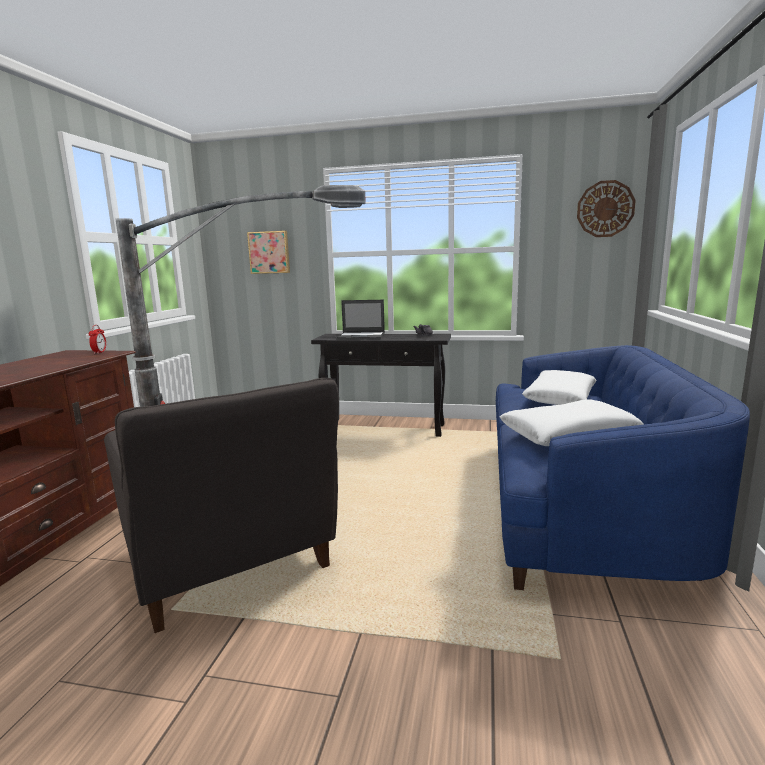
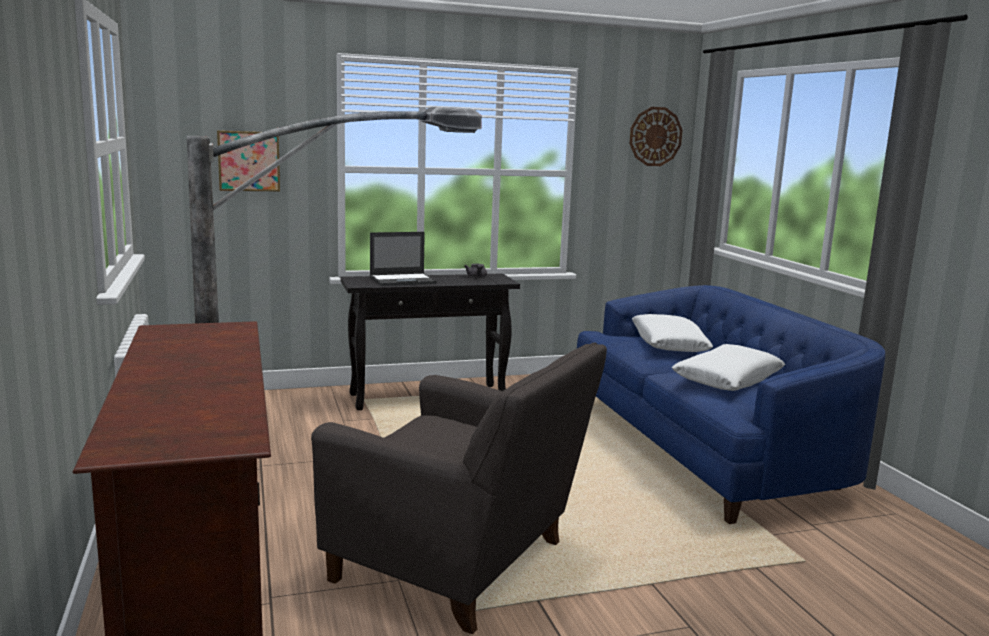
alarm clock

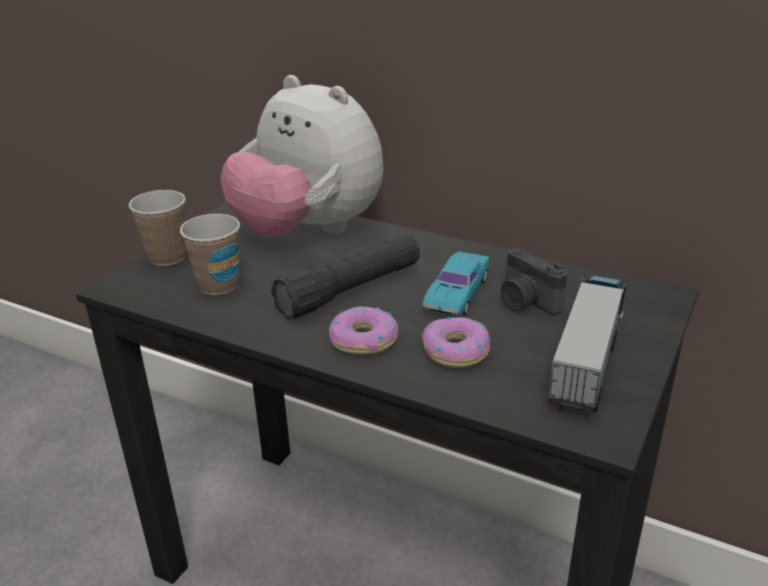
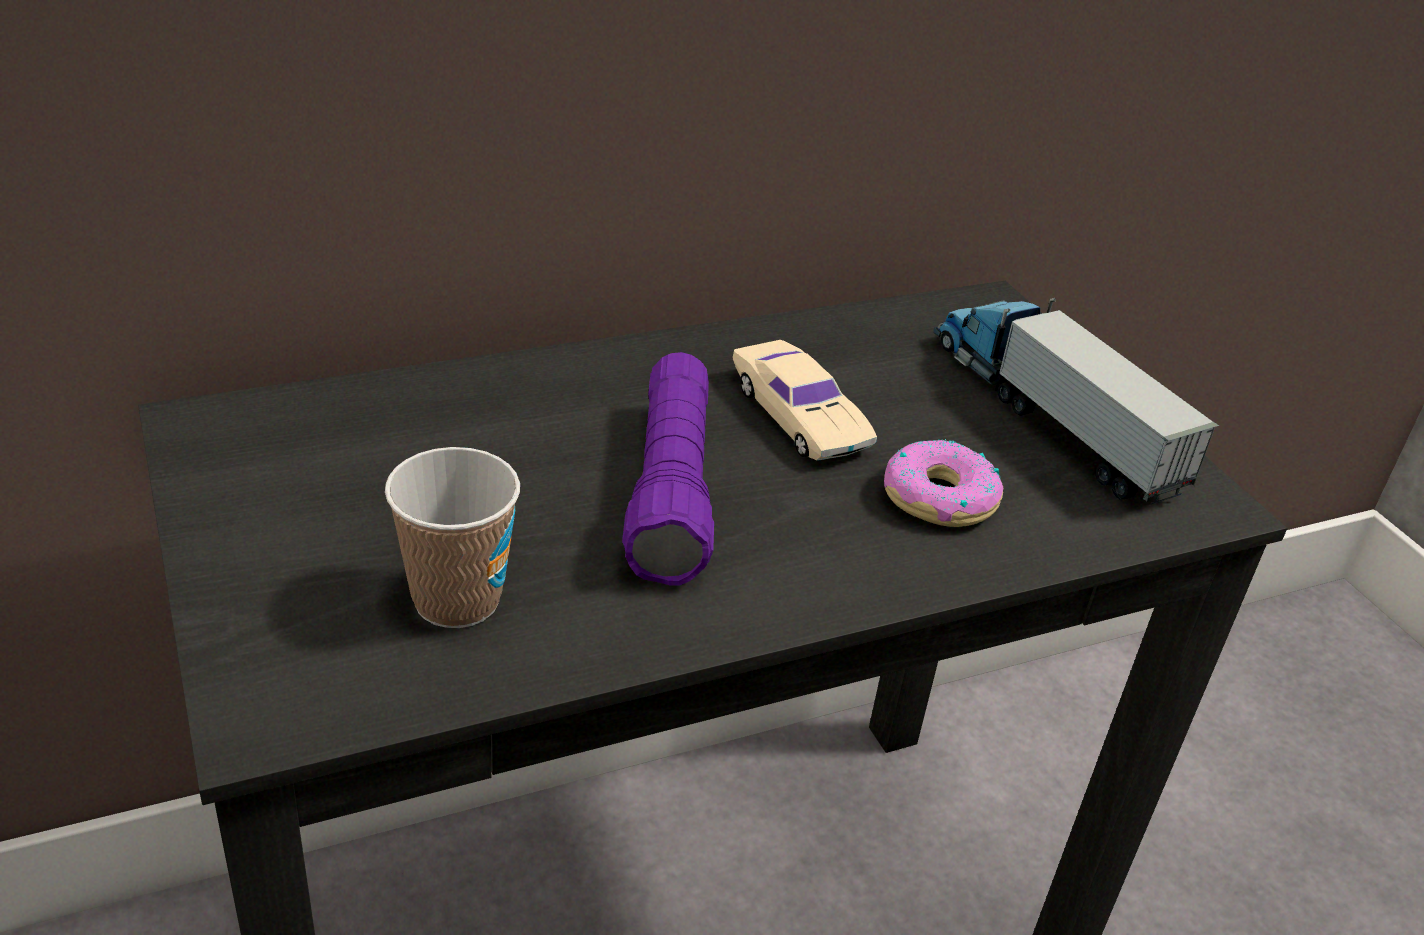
torch/purplish
toy car/beige-coloured
cup (no. 1 from left in the first image)
cuddly toy
donut (no. 1 from left in the first image)
still camera

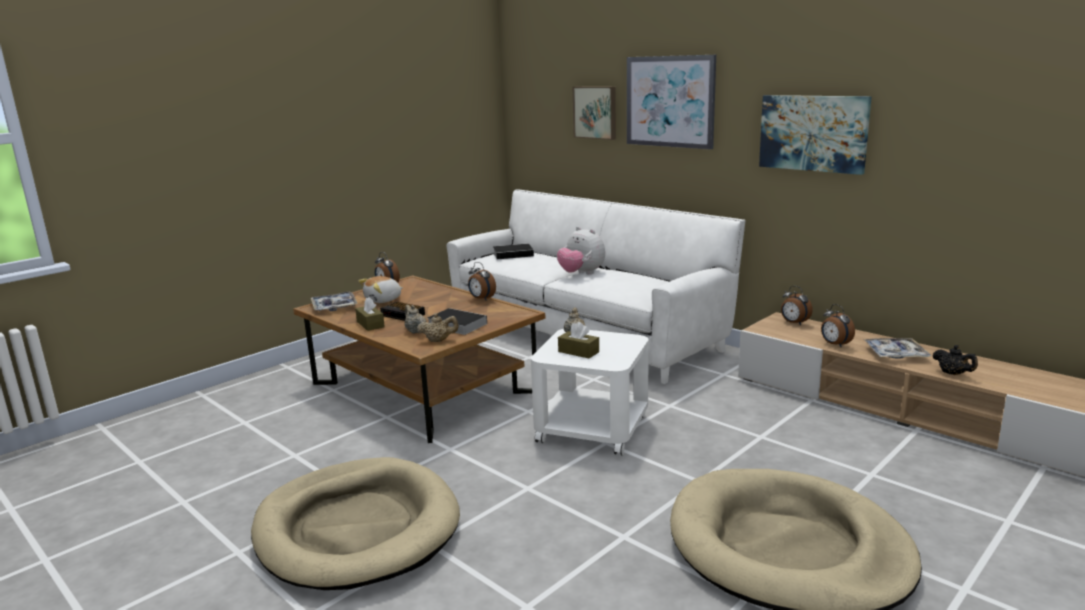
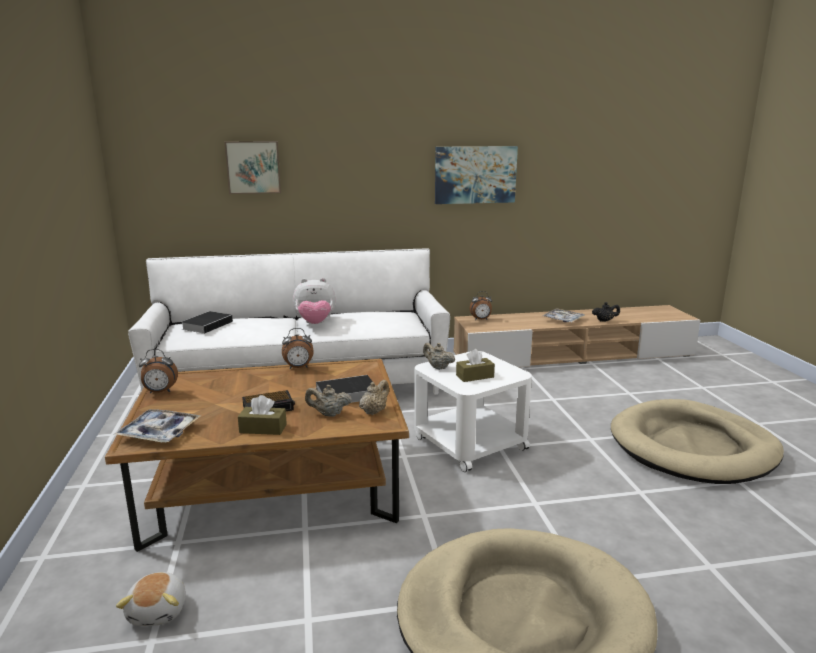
cuddly toy (no. 1 from left)
wall picture (no. 2 from left in the first image)
alarm clock (no. 5 from left in the first image)

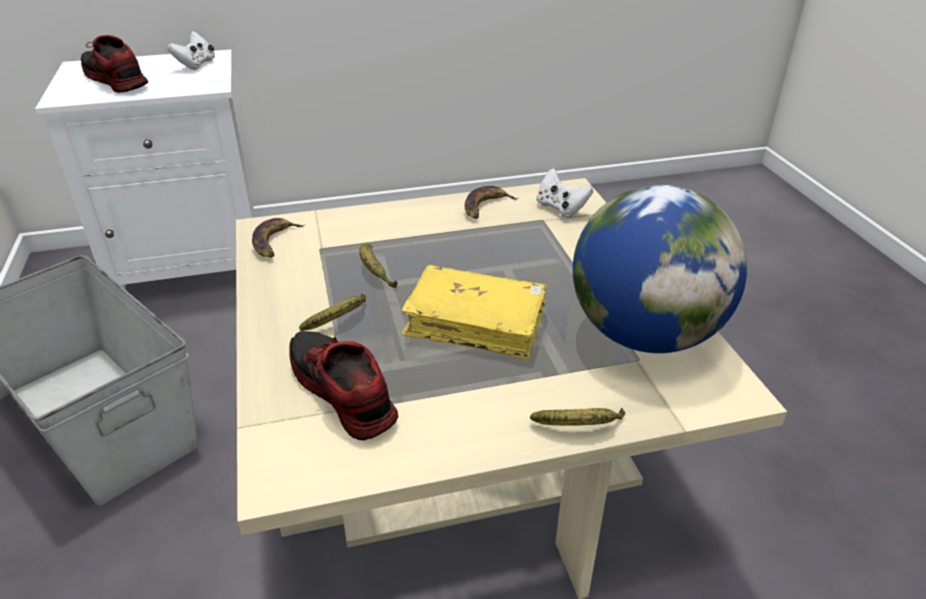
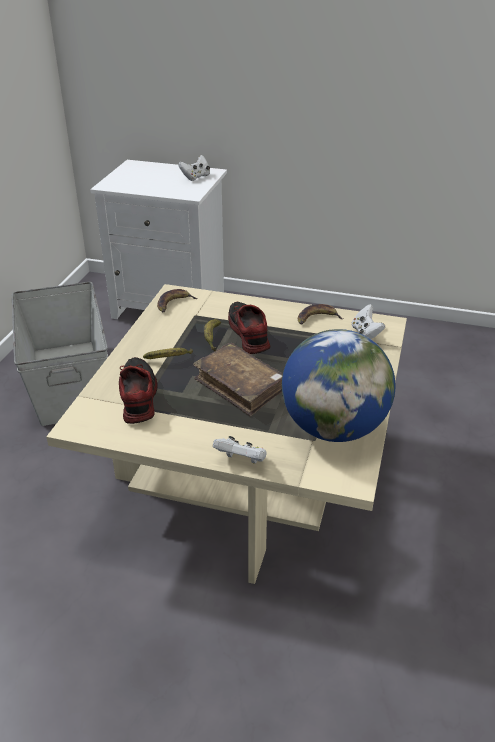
volume/brown-coloured
joypad/white (no. 2 from left)
low shoe (no. 2 from left)

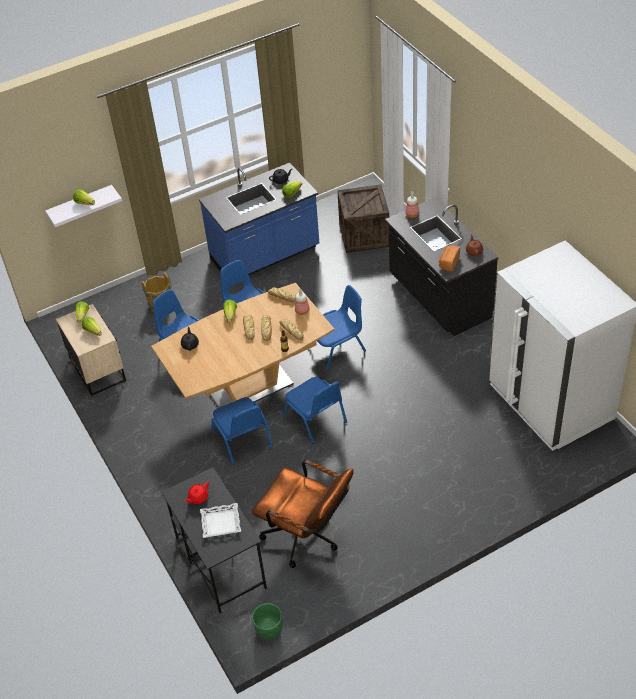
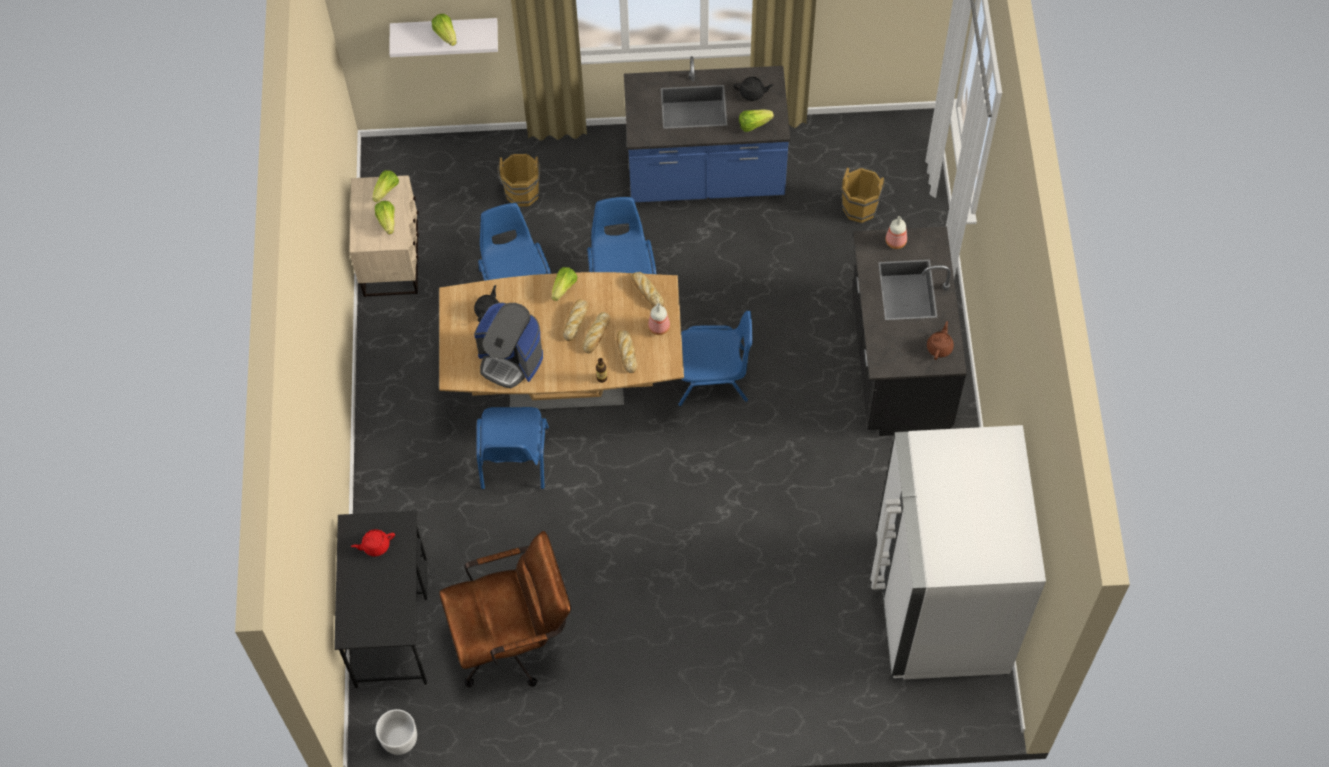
plant pot/white
office chair/brown-coloured
coffee maker
bucket/brown-coloured (no. 2 from left)
serving tray/white
plain chair/blue (no. 4 from left in the first image)
baked bread (no. 5 from left in the first image)

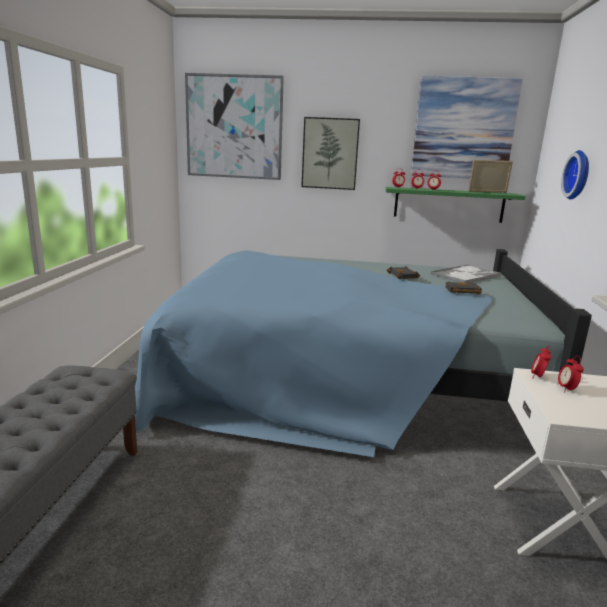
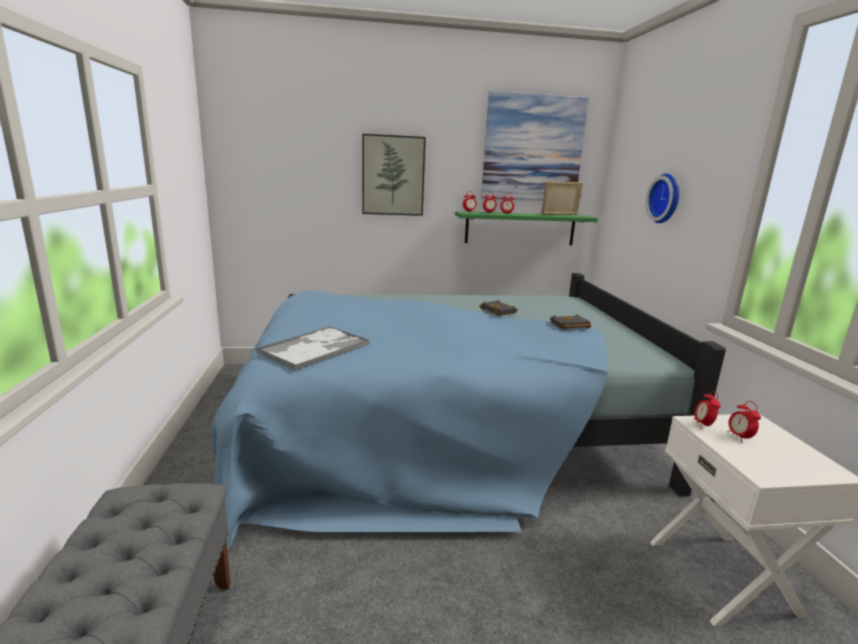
serving tray
wall picture (no. 1 from left in the first image)

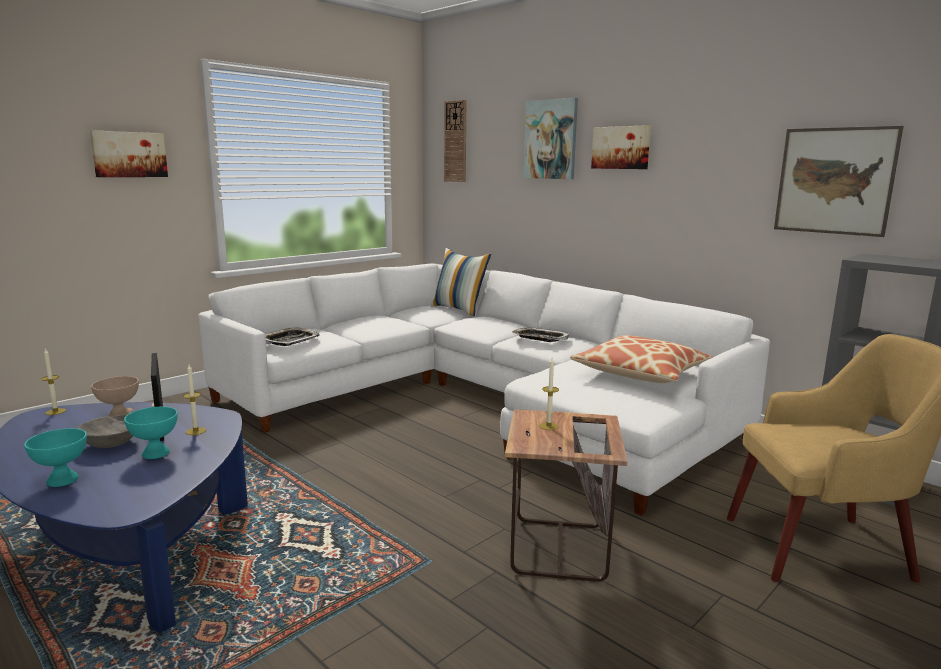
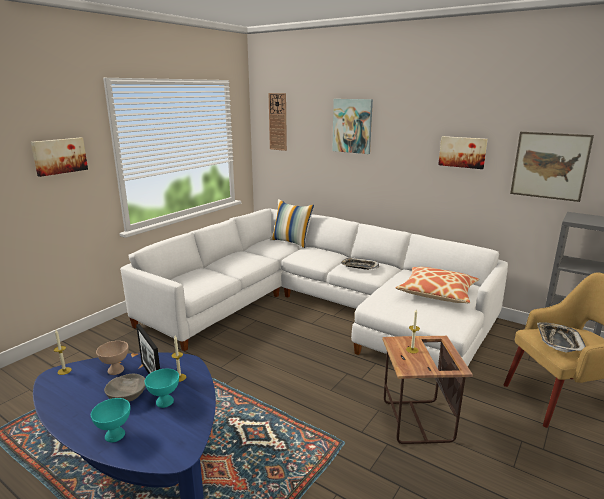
wall picture (no. 3 from left)
serving tray (no. 2 from left)

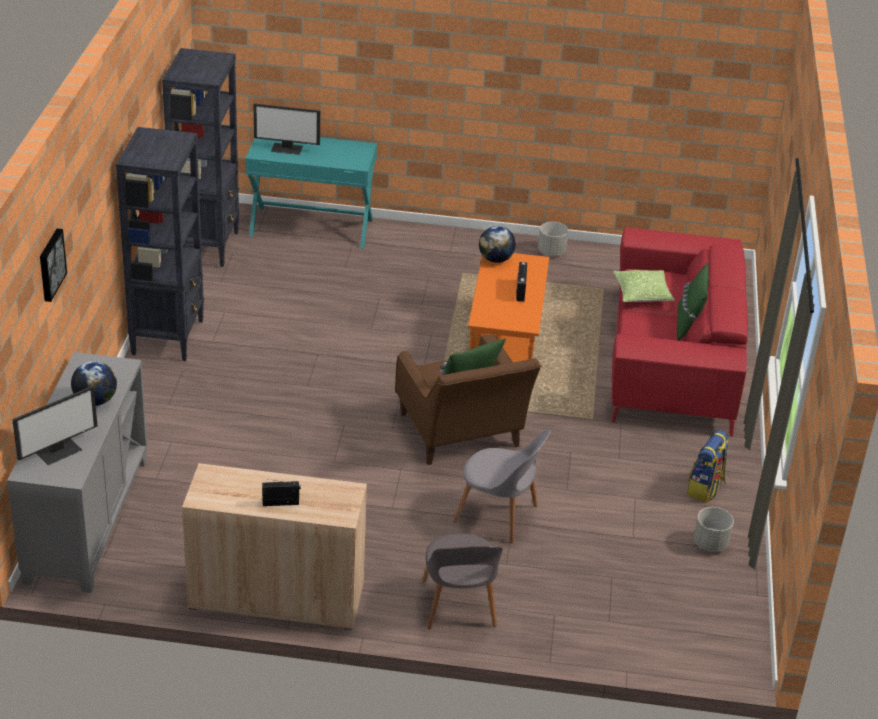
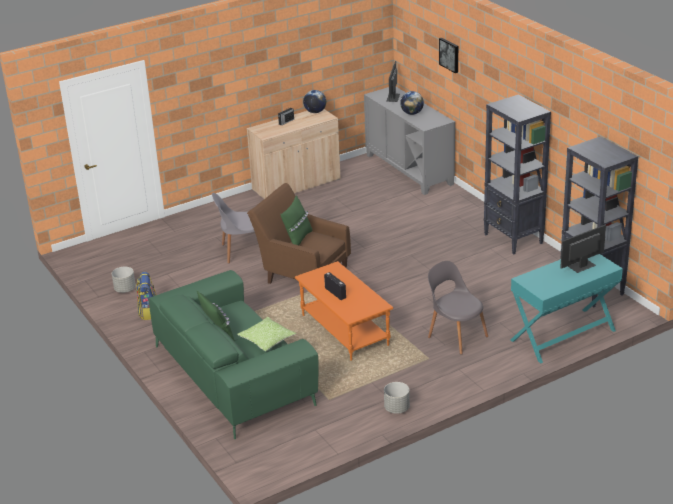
sofa/green-coloured
desk globe (no. 1 from left)
plain chair/grey (no. 2 from left)

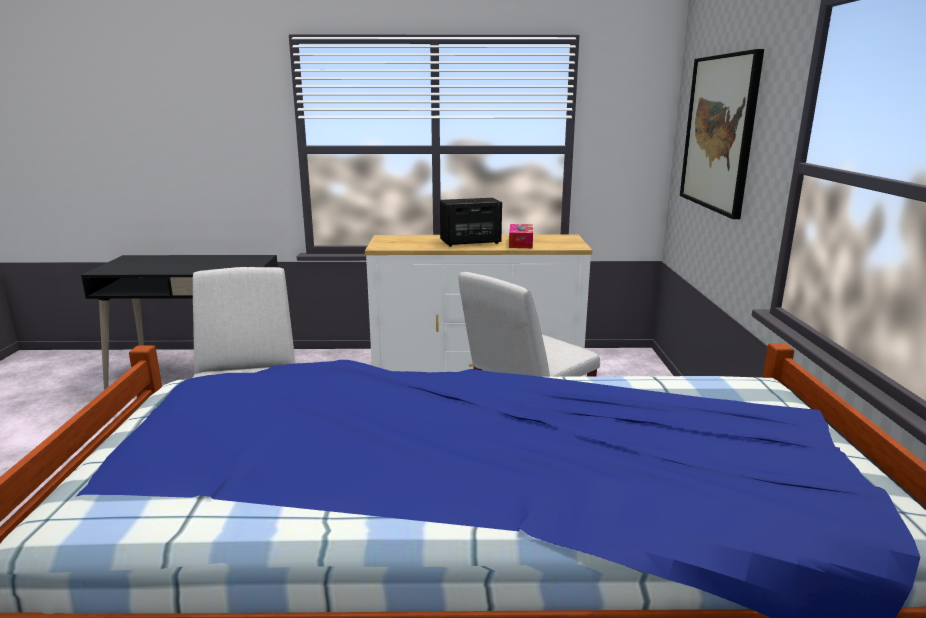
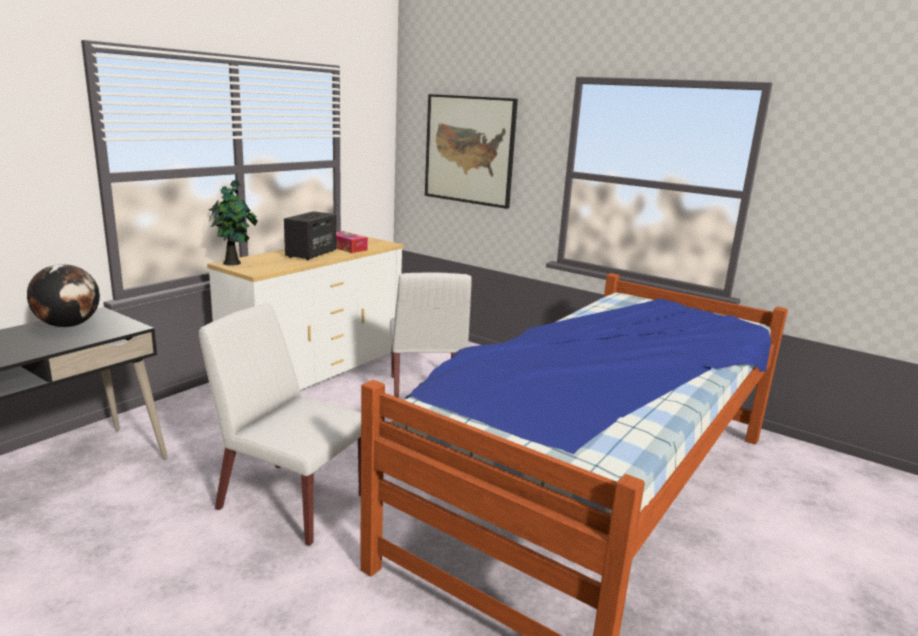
desk globe
houseplant

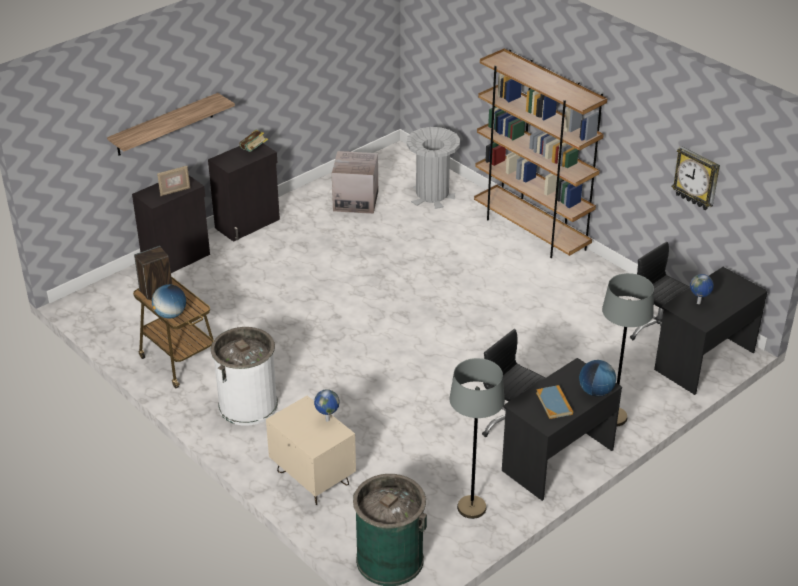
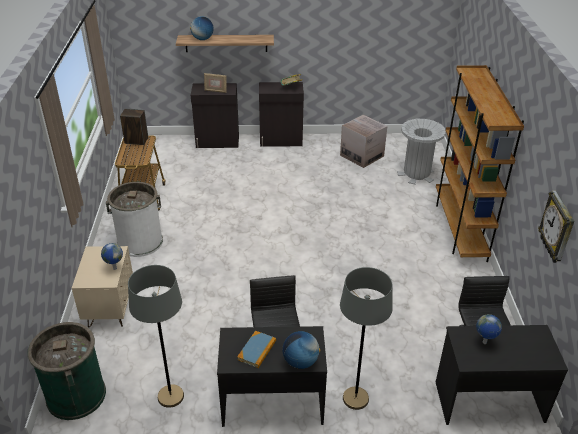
desk globe (no. 2 from left)

